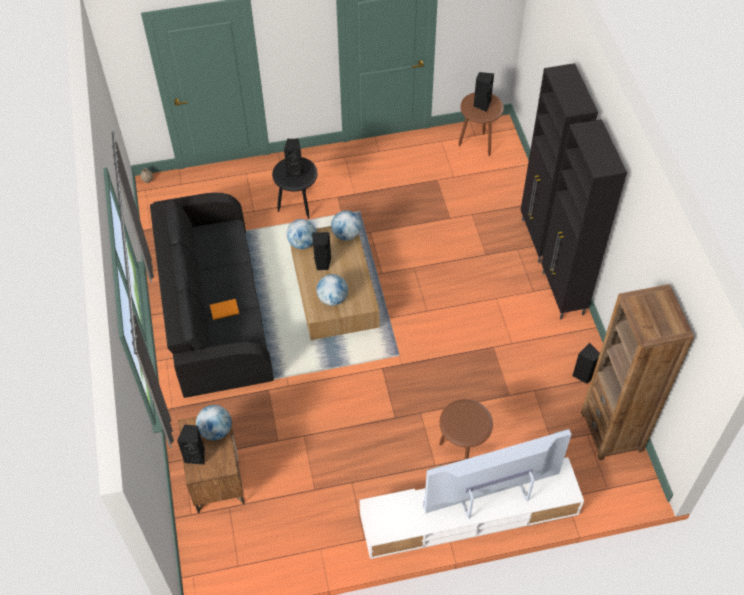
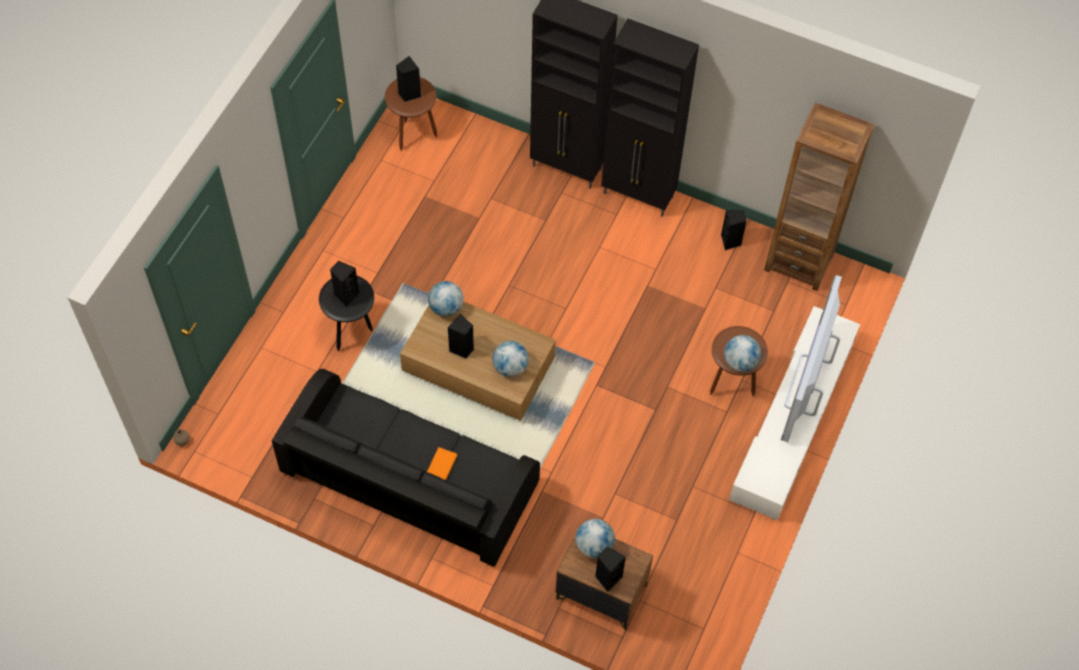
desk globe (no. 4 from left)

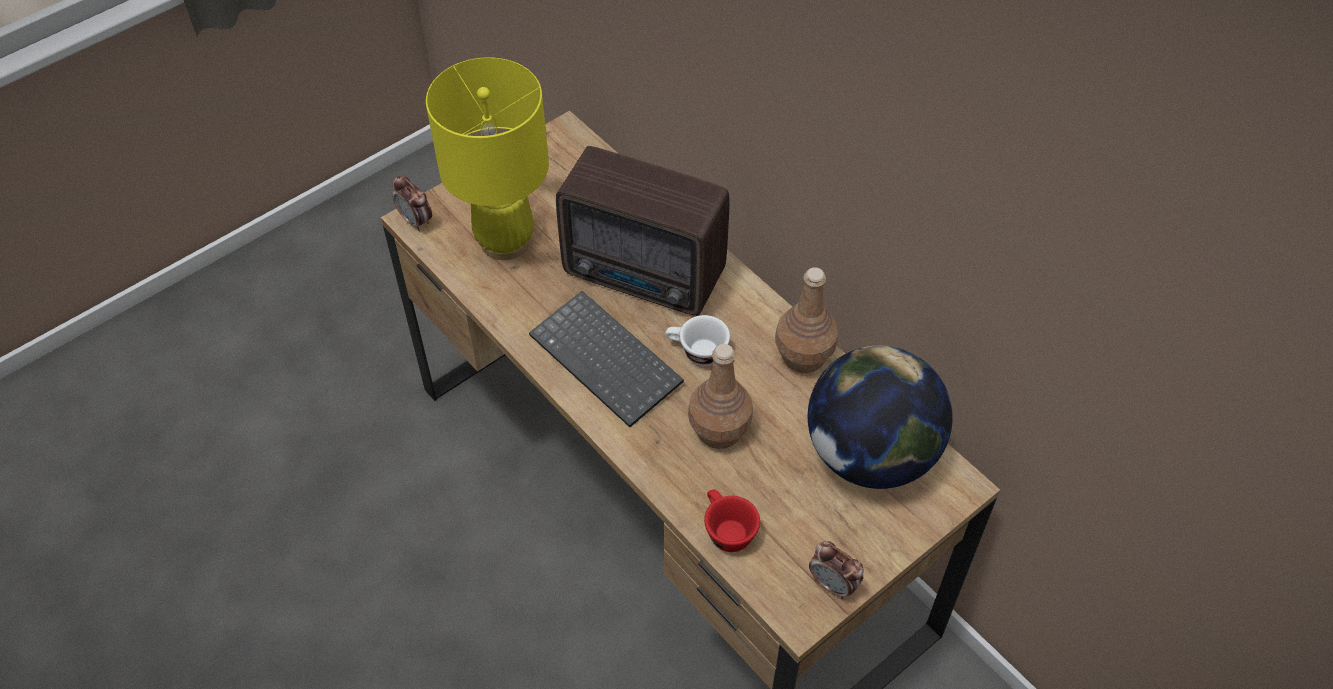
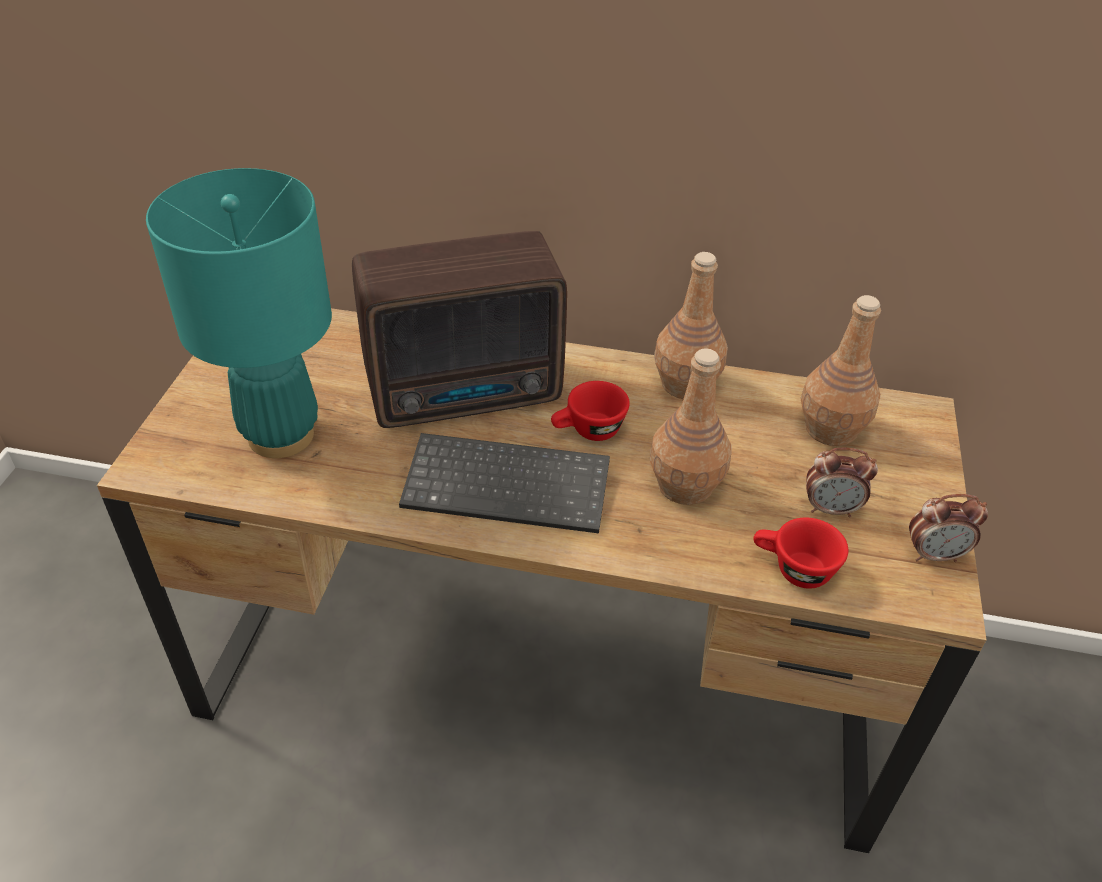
lamp for a table/turquoise
cup/reddish (no. 1 from left)
drink bottle/brown-coloured (no. 3 from left)
alarm clock (no. 1 from left)

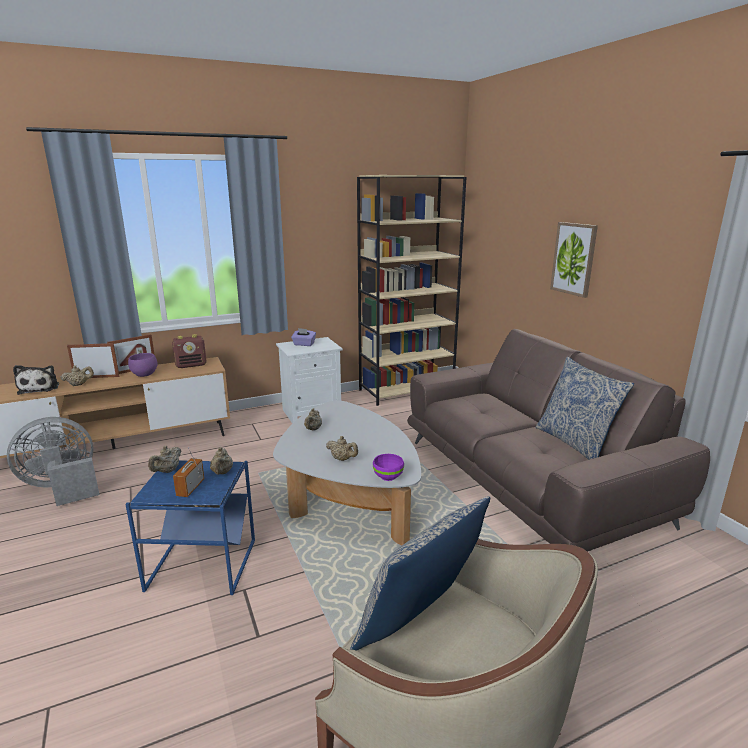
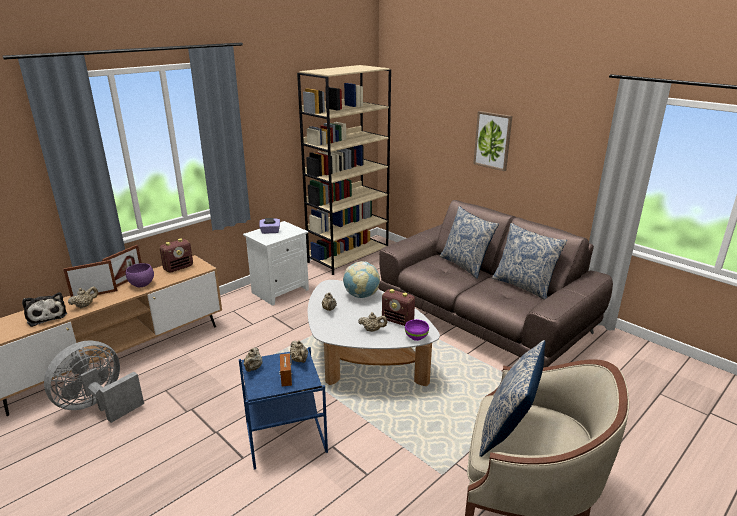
desk globe
radio receiver (no. 3 from left)
cushion (no. 1 from left)

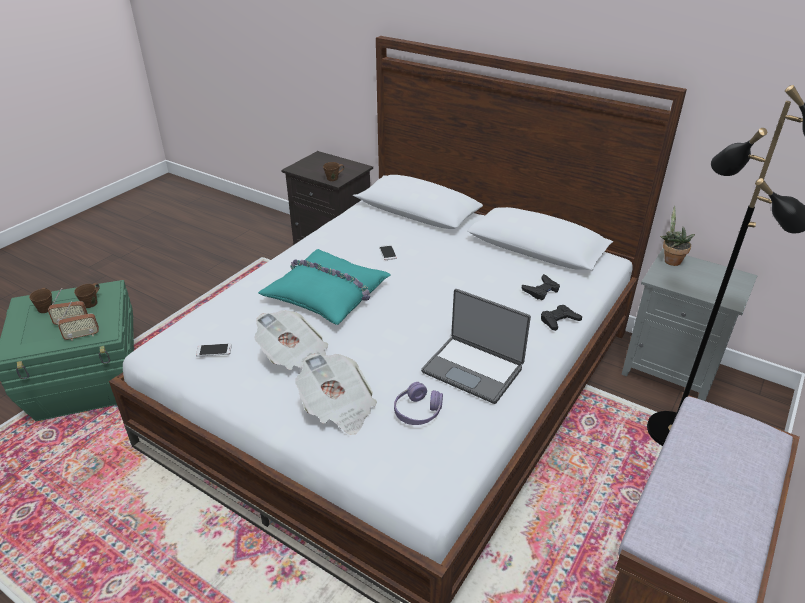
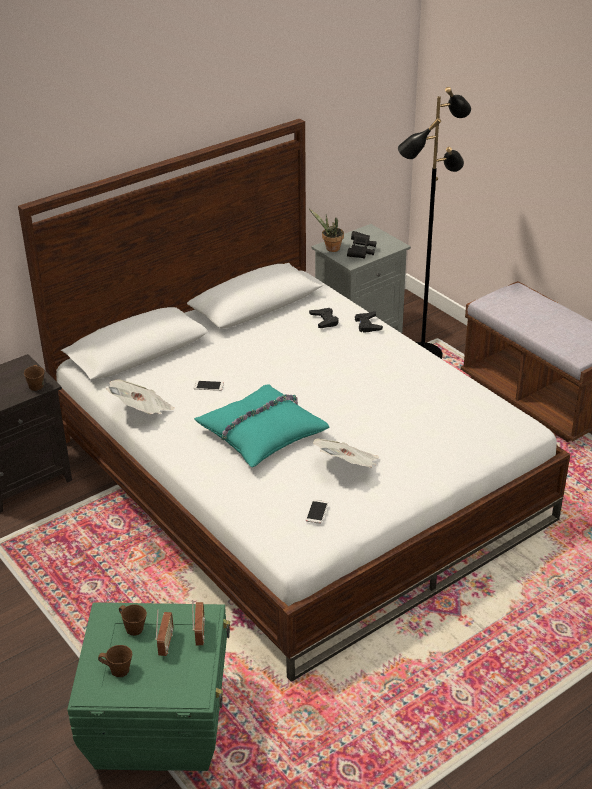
printed paper (no. 1 from left)
field glasses/blackish
headphones/purplish
portable computer

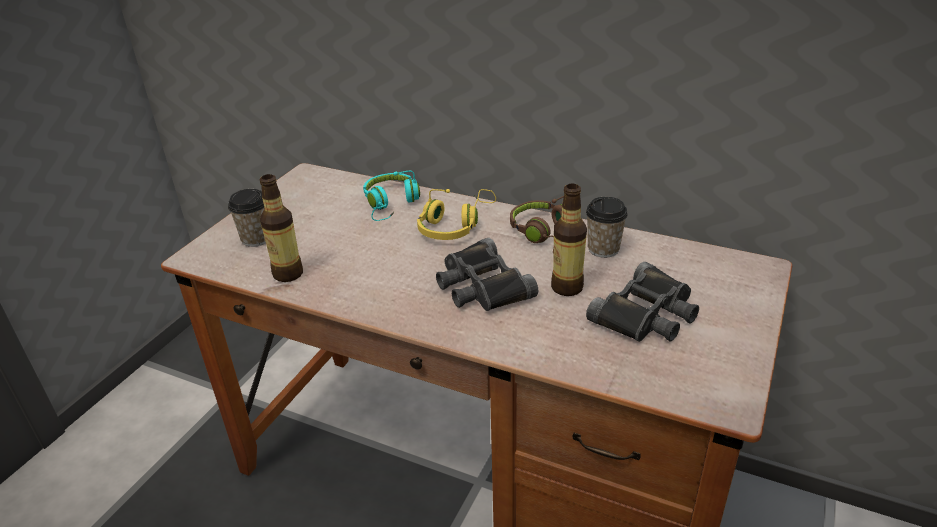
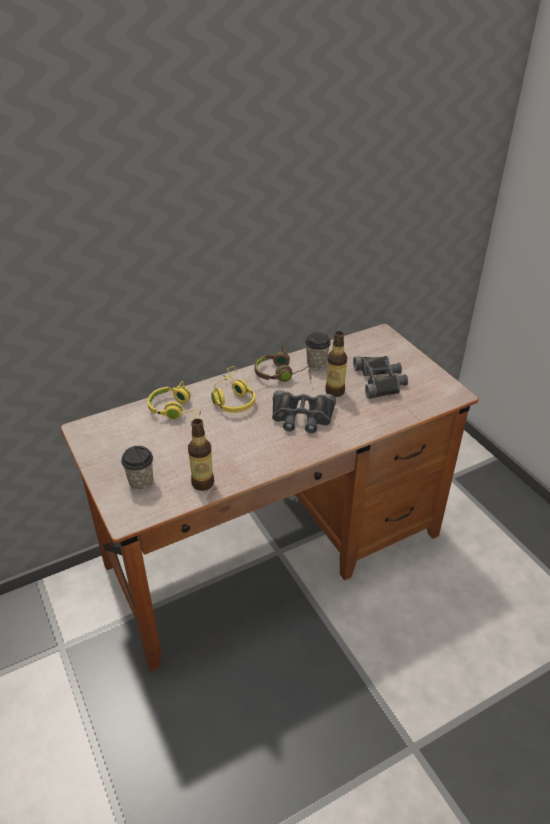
headphones/yellow-coloured (no. 1 from left)

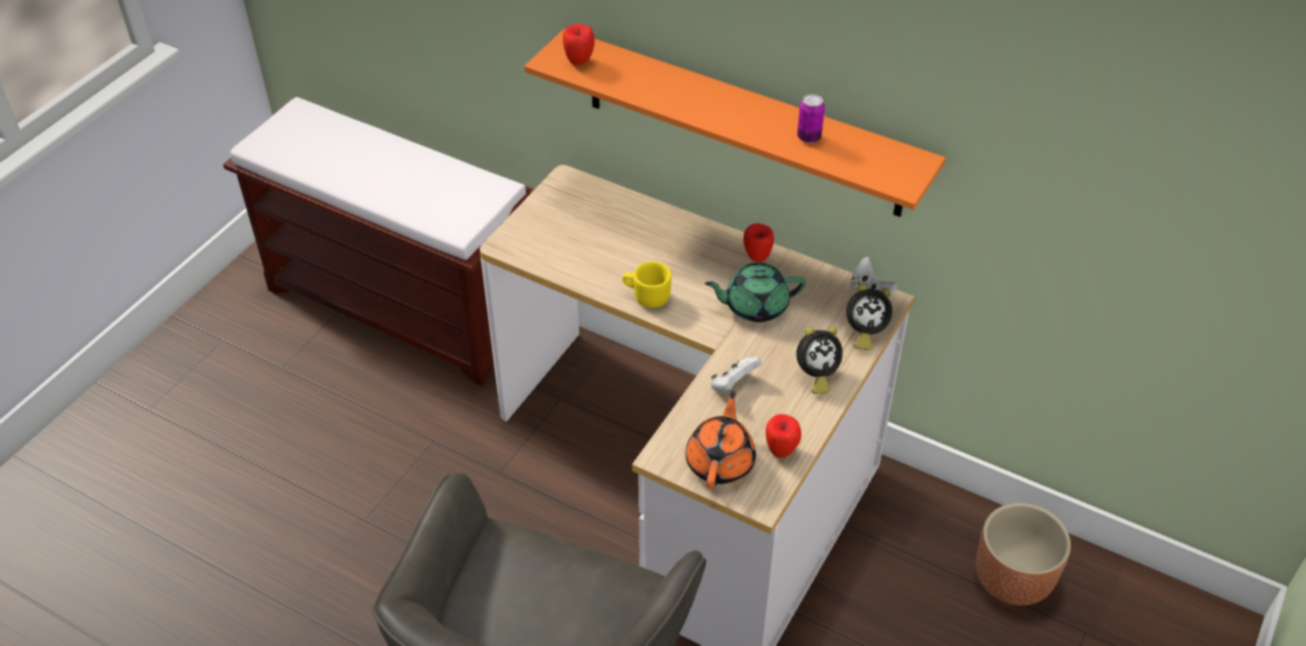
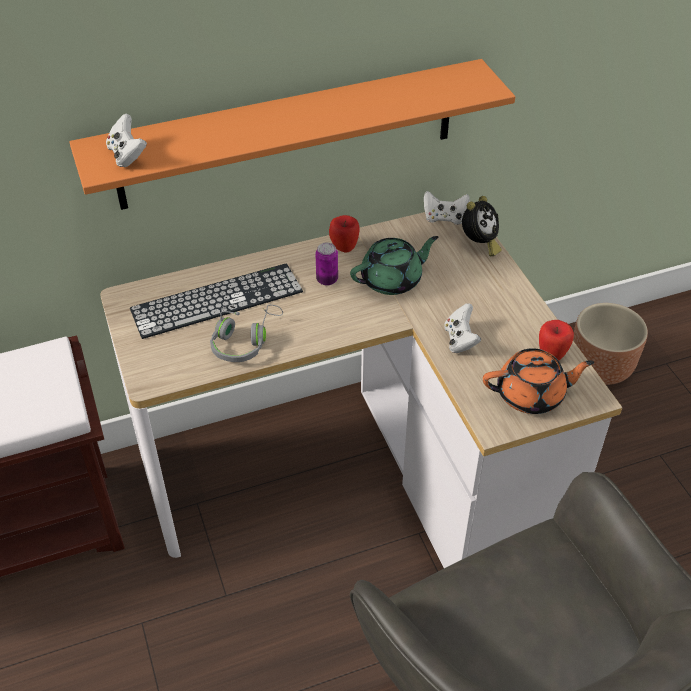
joypad/white (no. 1 from left)
PC keyboard
headphones/grey
metal can
tea pot/green-coloured
tea pot/orange-coloured
mug/yellow-coloured
alarm clock (no. 1 from left in the first image)

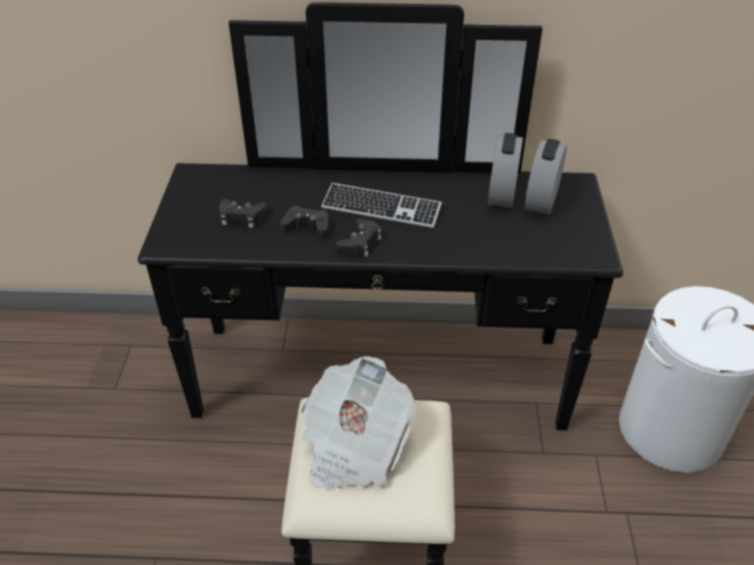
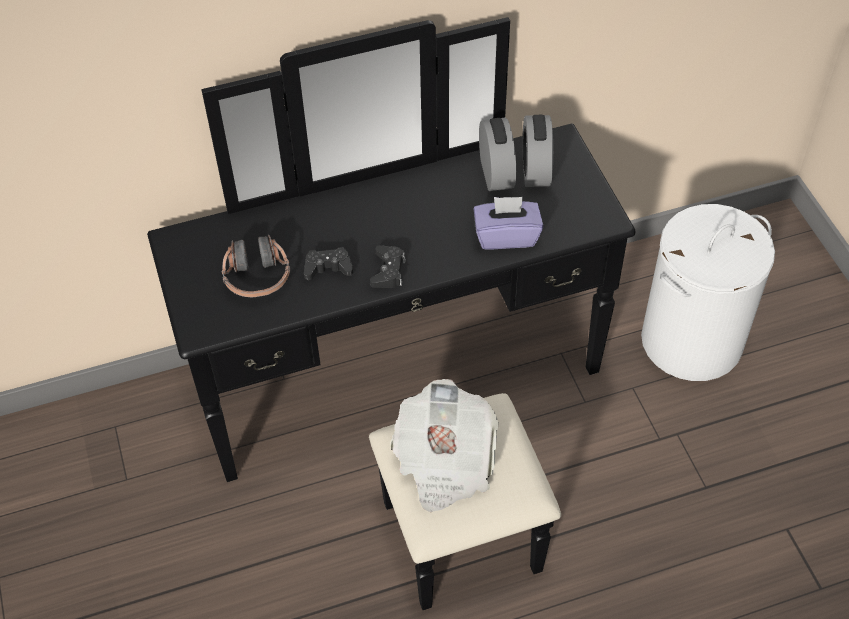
headphones
box of tissues/purplish
PC keyboard

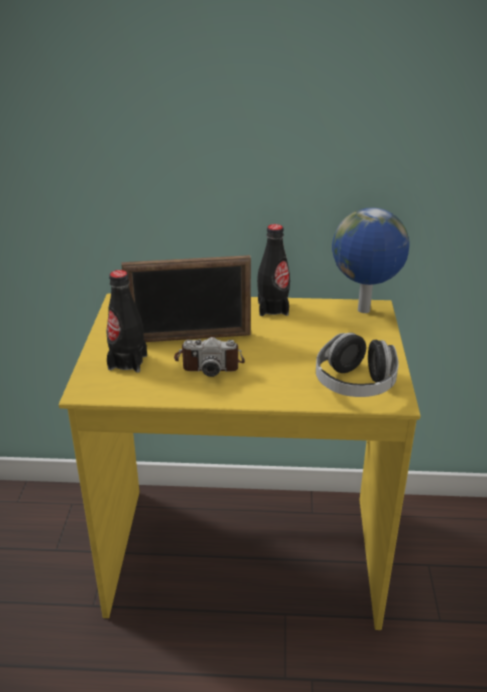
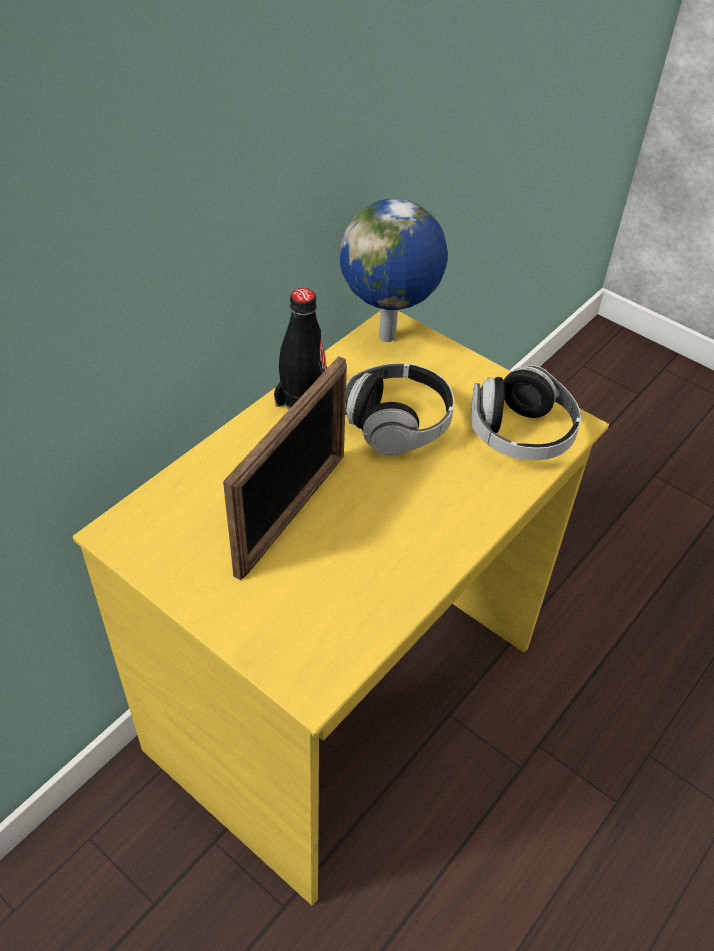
headphones (no. 1 from left)
drink bottle/blackish (no. 1 from left in the first image)
still camera

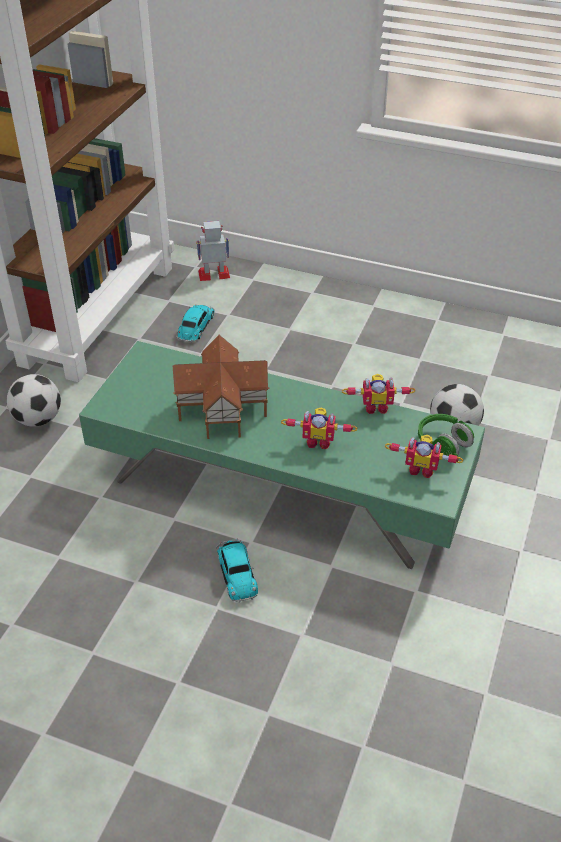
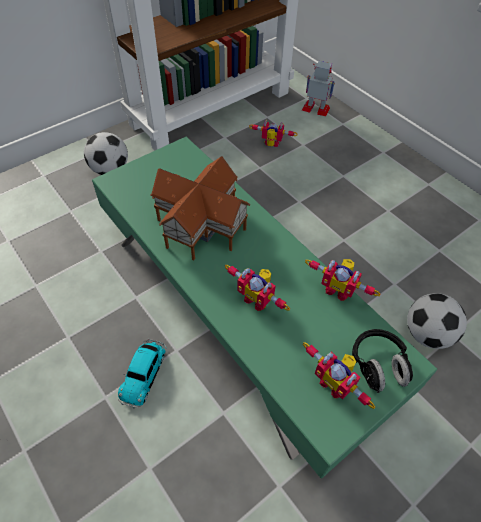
robot figure (no. 2 from left)
headphones/blackish

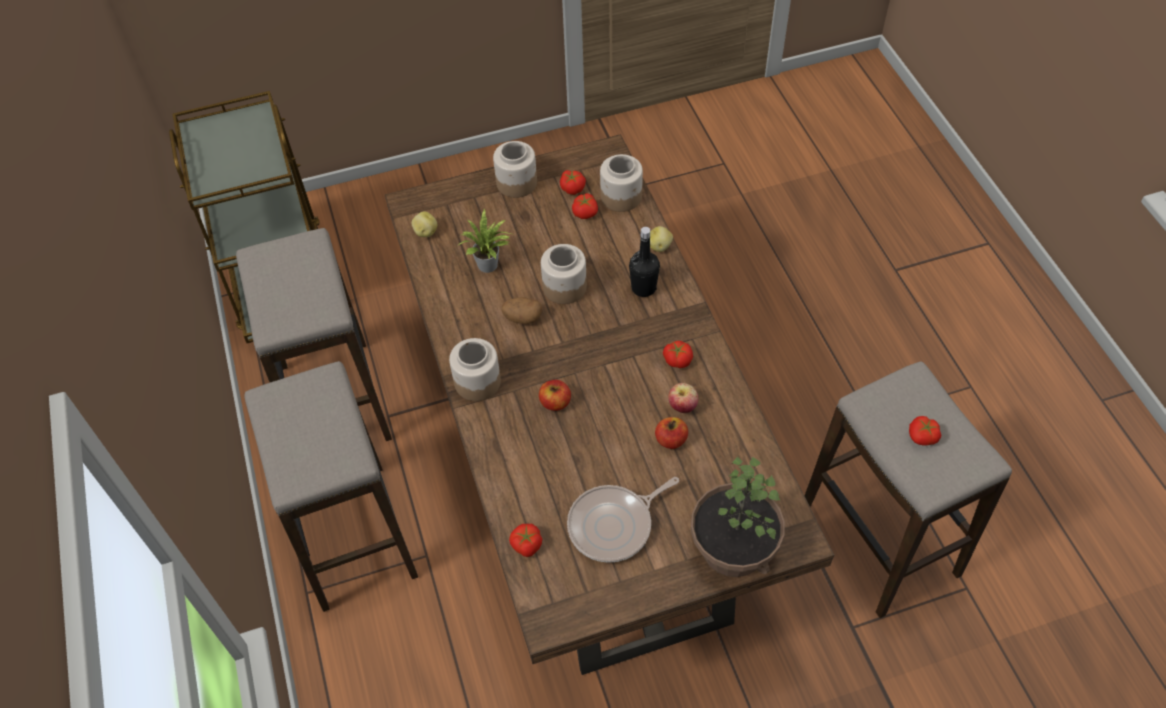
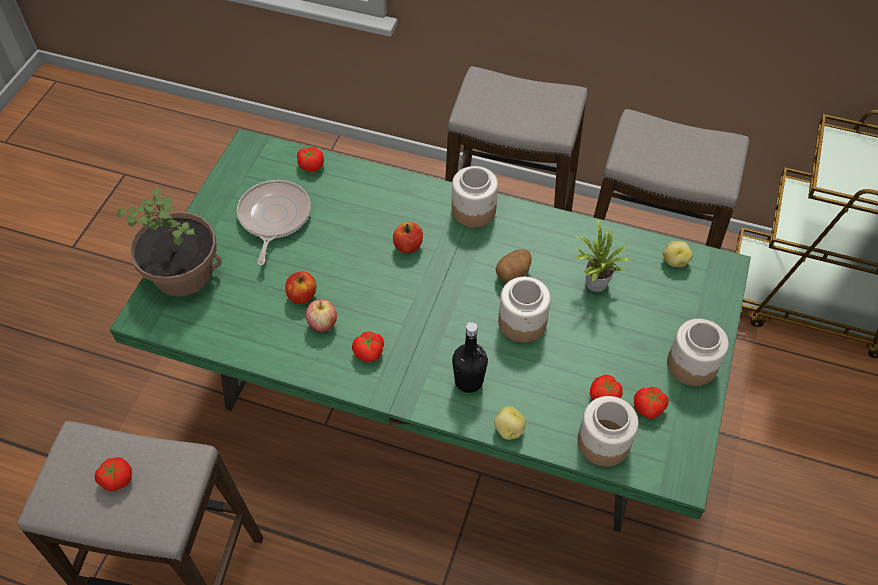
kitchen table/green-coloured

